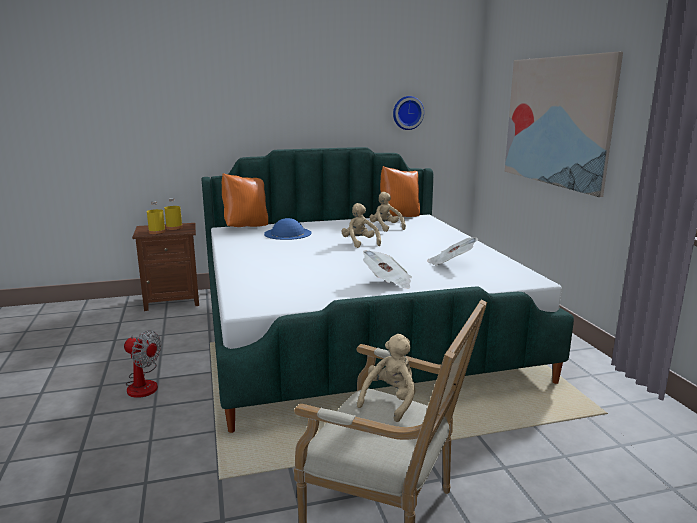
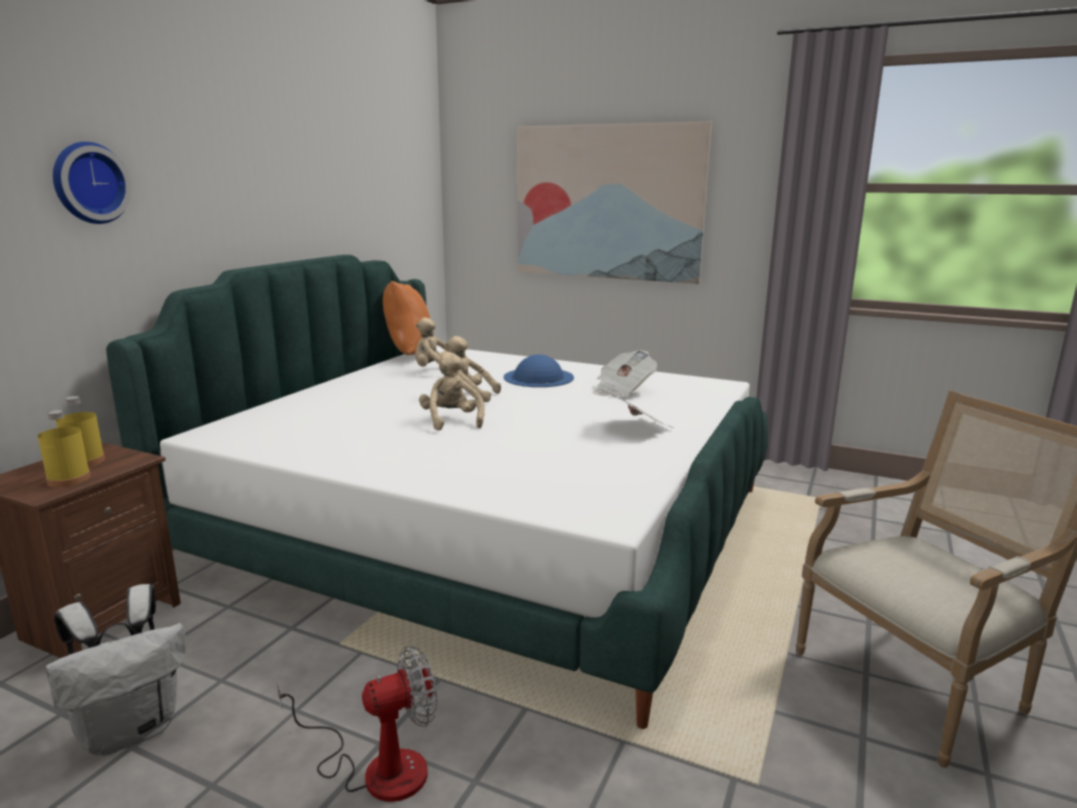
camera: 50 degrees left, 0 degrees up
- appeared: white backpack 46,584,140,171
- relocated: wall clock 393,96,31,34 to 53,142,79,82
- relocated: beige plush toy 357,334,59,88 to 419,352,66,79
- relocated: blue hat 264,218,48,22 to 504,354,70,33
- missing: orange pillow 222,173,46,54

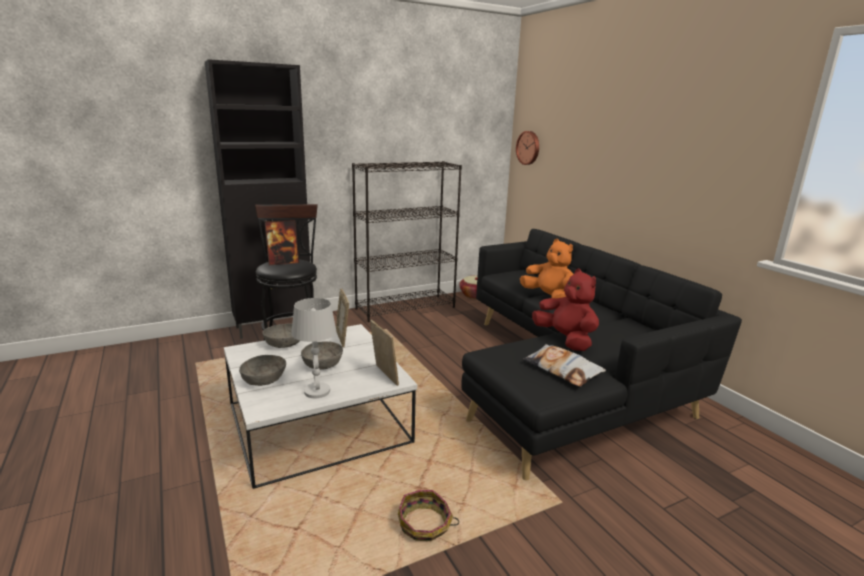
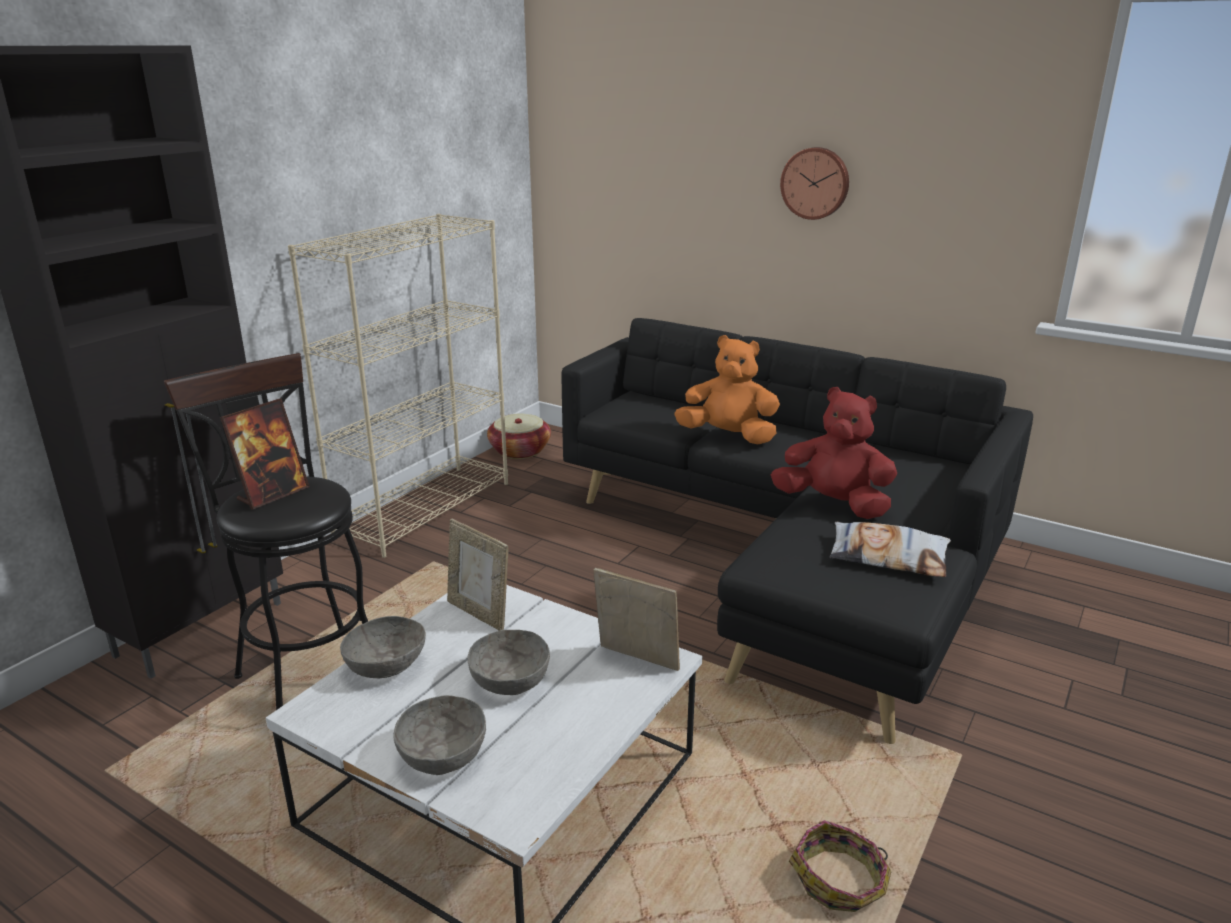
camera: 30 degrees left, 5 degrees up
- colour: black bookcase 352,161,110,161 to beige bookcase 288,214,220,344
- relocated: wall clock 516,131,23,34 to 780,147,69,73
- missing: white table lamp 291,298,46,100

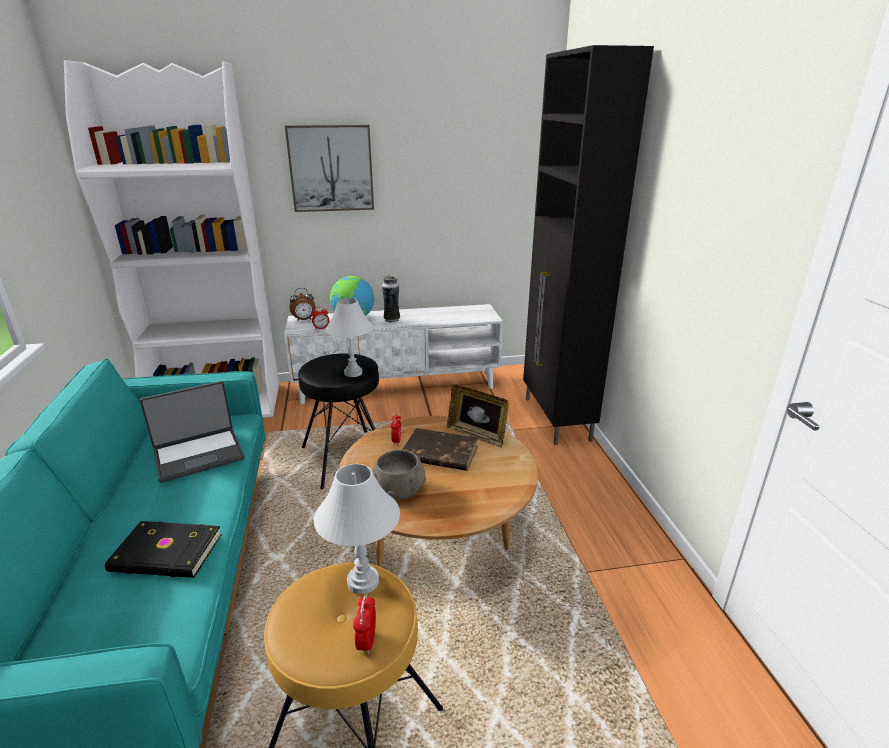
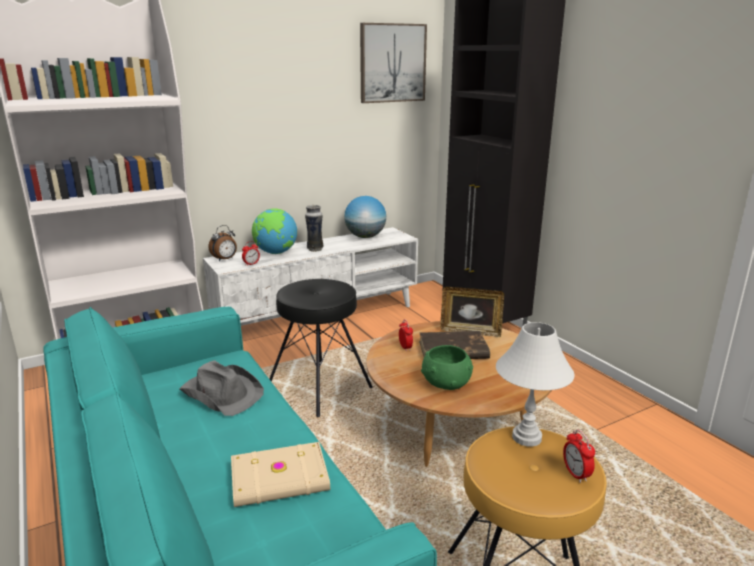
camera: 20 degrees left, 5 degrees down
- exchanged: laptop 140,381,105,102 to grey hat 180,360,84,56
- colour: black book 105,521,117,57 to beige book 231,442,99,65
- appeared: globe 344,196,42,42
- relocated: picture 285,125,89,87 to 360,23,67,80
- colour: grey bowl 373,450,53,49 to green bowl 421,345,52,45
- missing: white table lamp 326,298,47,79

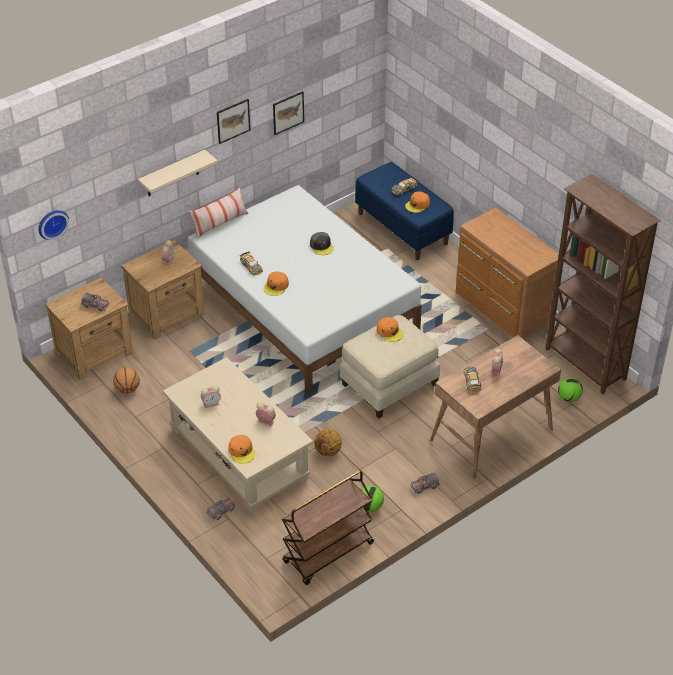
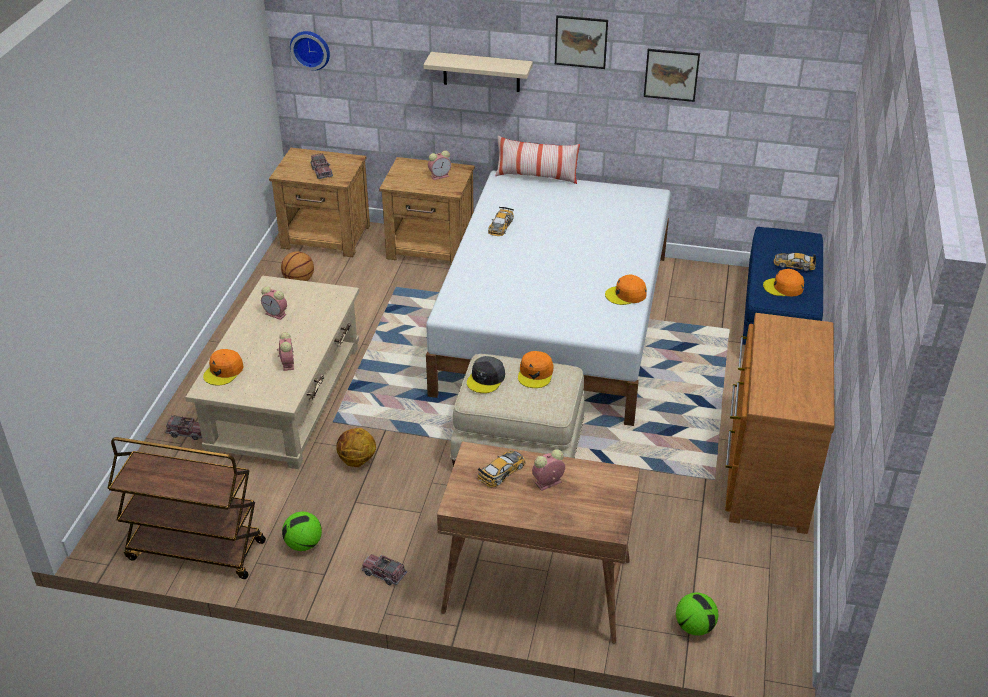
camera: 50 degrees right, 5 degrees down
- relocated: grey cap 310,232,24,23 to 467,356,38,37
- relocated: orange cap 264,272,25,24 to 605,274,42,31
- missing: brown bookcase 546,174,115,221

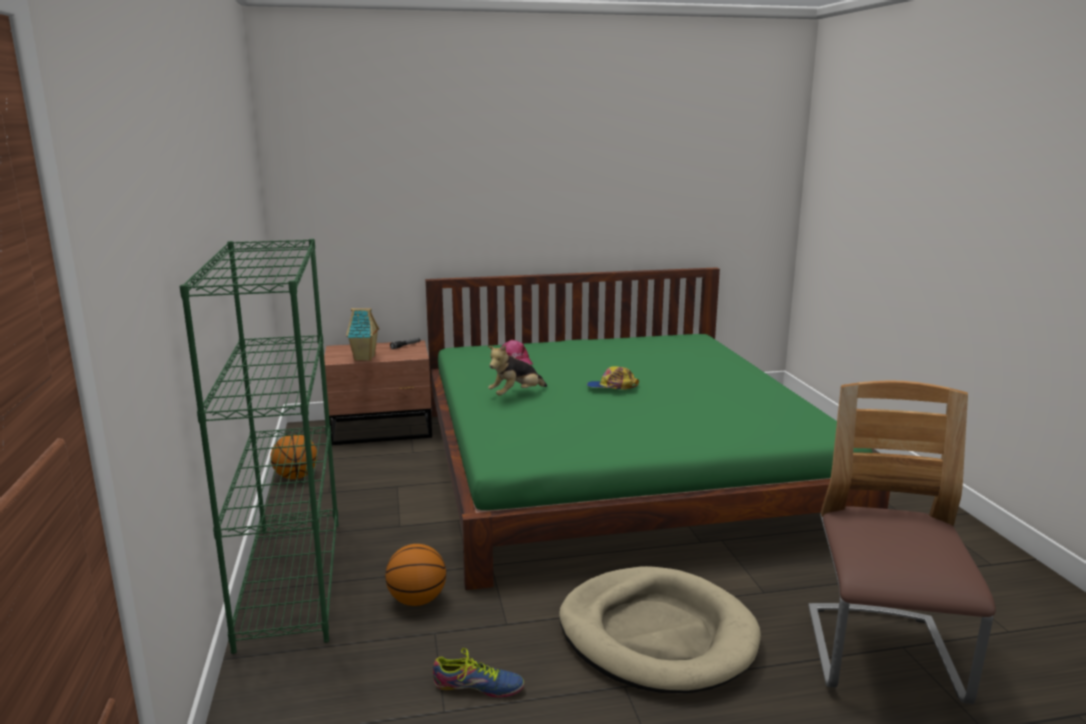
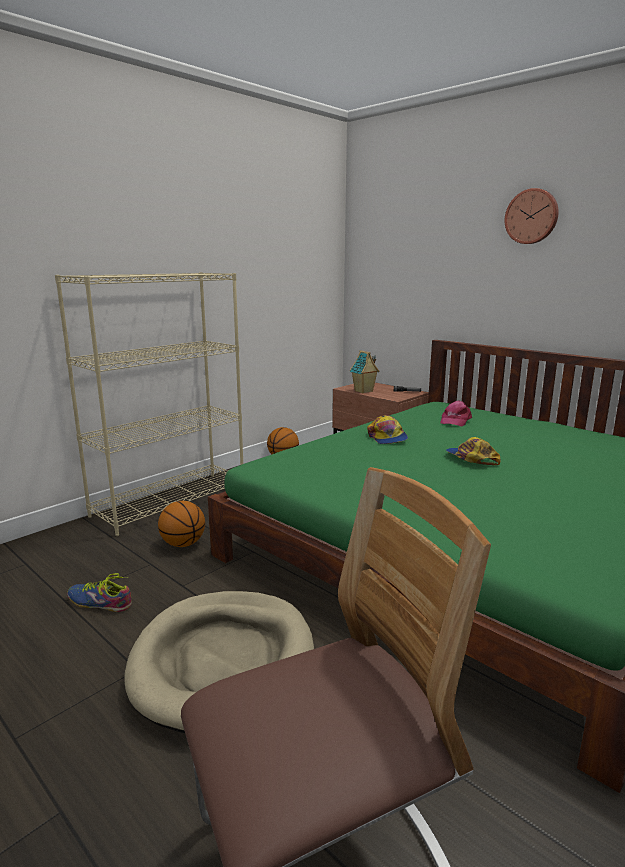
camera: 55 degrees right, 0 degrees up
- colour: green bookcase 180,239,159,415 to beige bookcase 55,272,188,264
- spun: shoe 433,648,91,49 = 67,573,65,39 135 degrees clockwise
- exchanged: plush toy 488,345,59,51 to cap 367,415,41,29
- appeared: wall clock 505,188,54,56

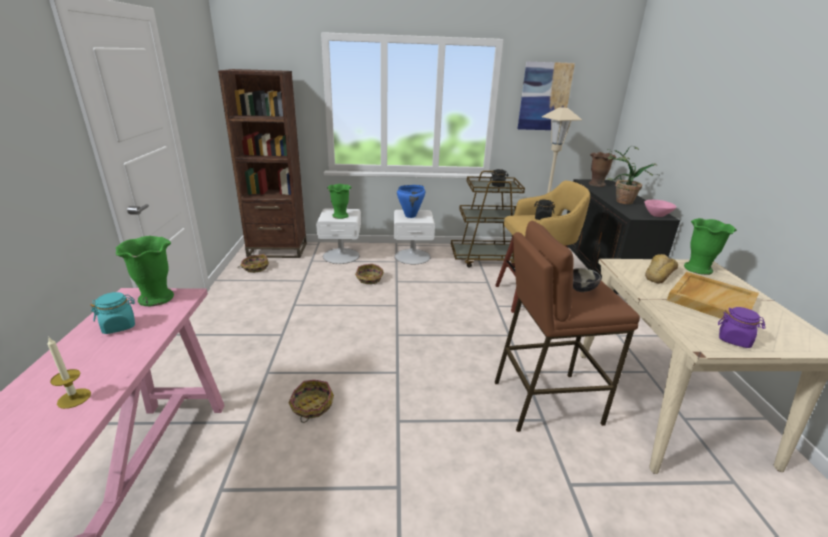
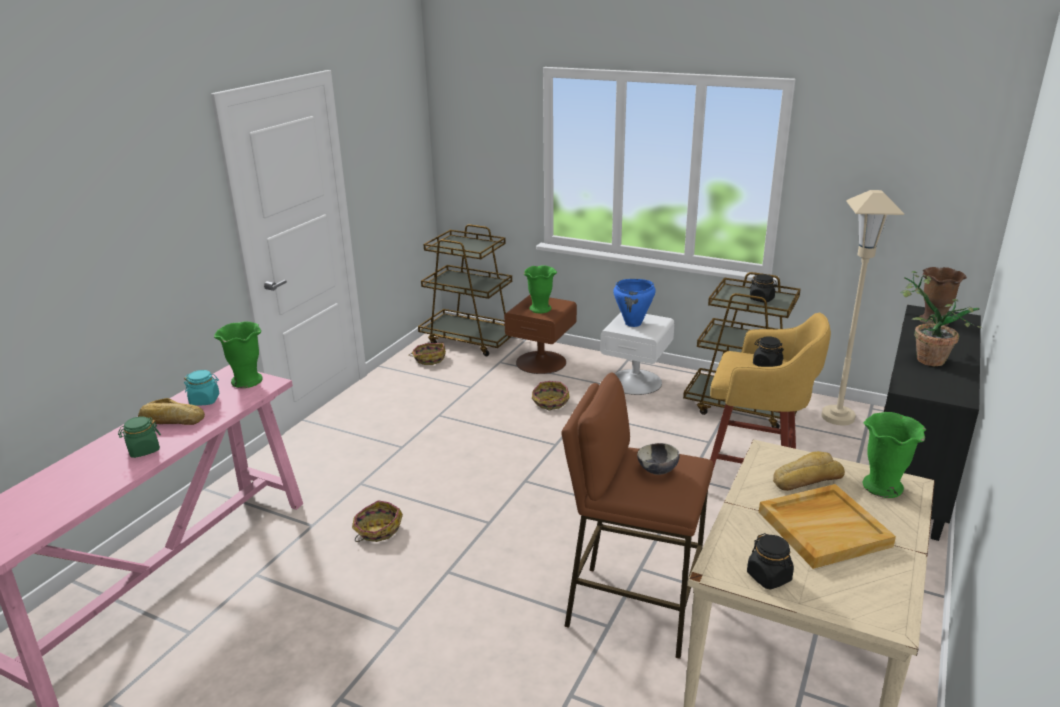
camera: 30 degrees right, 0 degrees up
- exchanged: candle 47,336,44,73 to green jar 118,416,43,42
- appeared: bread 138,398,67,27
- exchanged: brown bookcase 218,69,89,189 to brown cart 418,224,94,132
- colour: white nightstand 316,209,45,55 to brown nightstand 504,295,73,79
- colour: purple jar 718,307,48,41 to black jar 747,533,47,57
- missing: picture 518,61,57,69
- missing: pink bowl 644,200,32,17

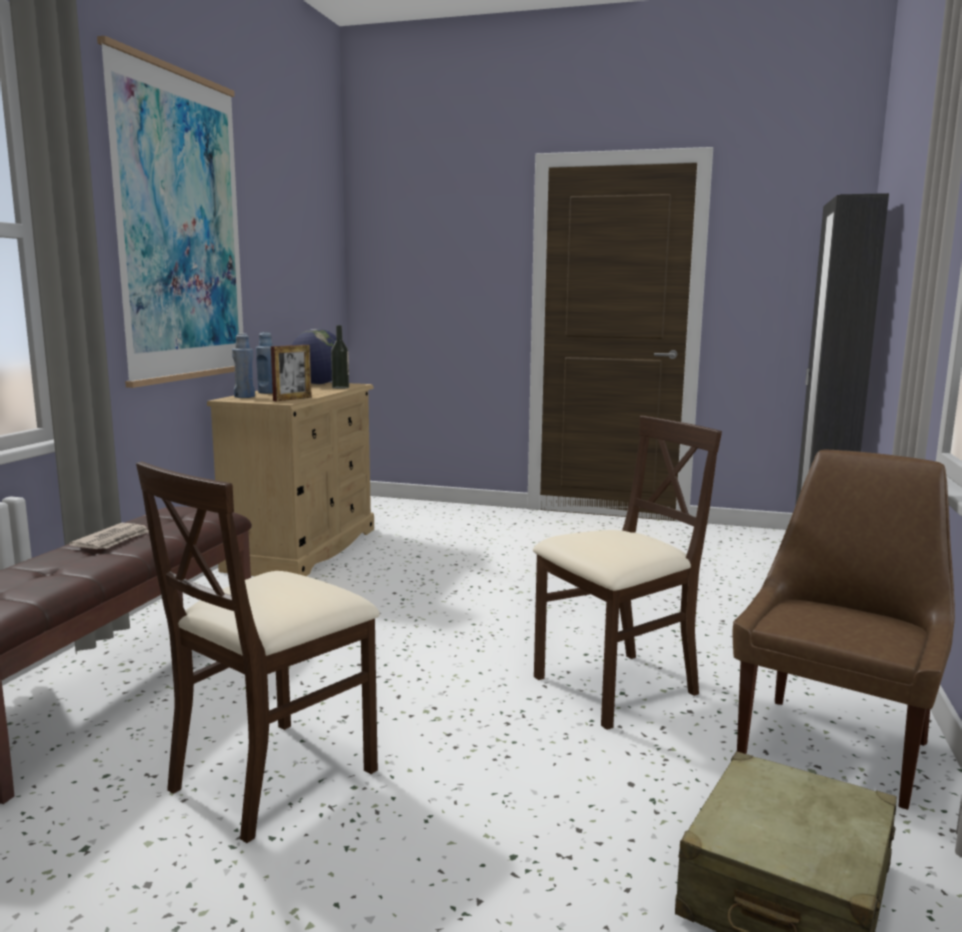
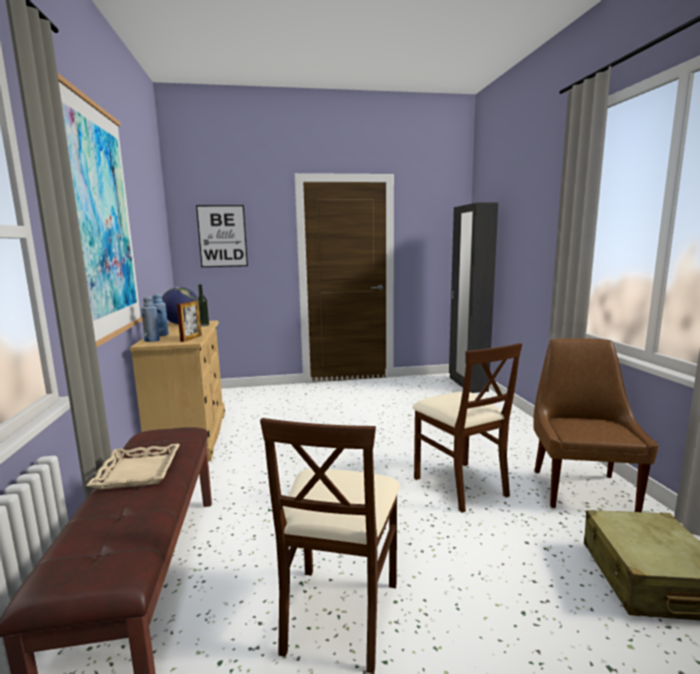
camera: 25 degrees left, 0 degrees up
- exchanged: newspaper 69,523,80,26 to beige tray 86,444,94,46
- appeared: picture 196,205,52,62
- spun: beige chair 533,416,189,314 = 412,343,110,170 120 degrees clockwise

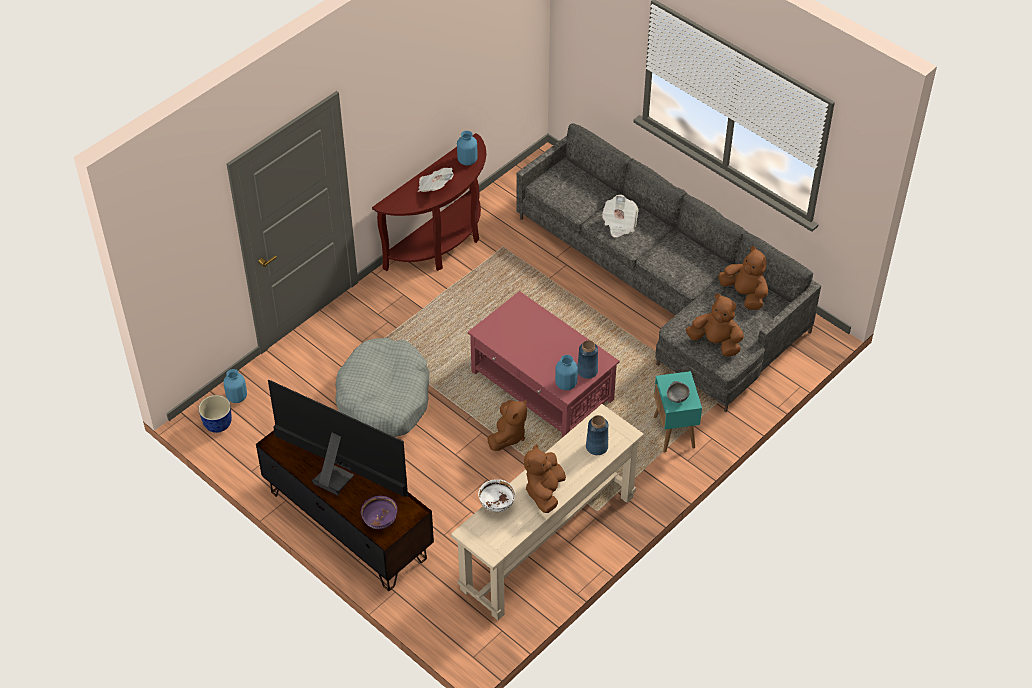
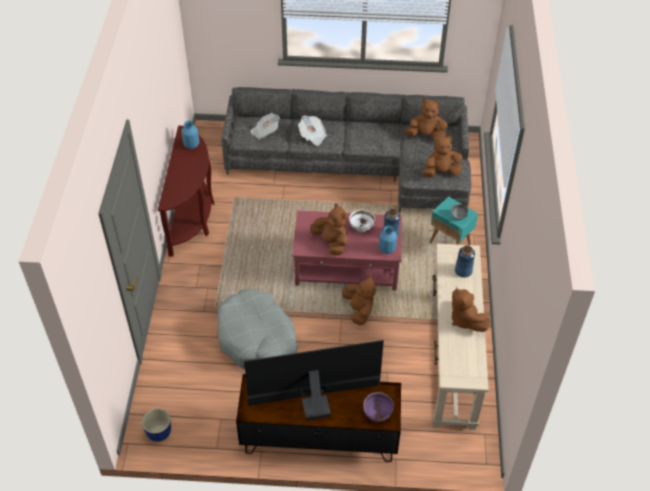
camera: 40 degrees left, 0 degrees up
- relocated: newspaper 418,168,36,24 to 250,113,30,27
- appeared: brown plush toy 310,203,38,52
- relocated: white bowl 478,479,37,33 to 349,209,26,23
- missing: blue vase 224,369,23,34

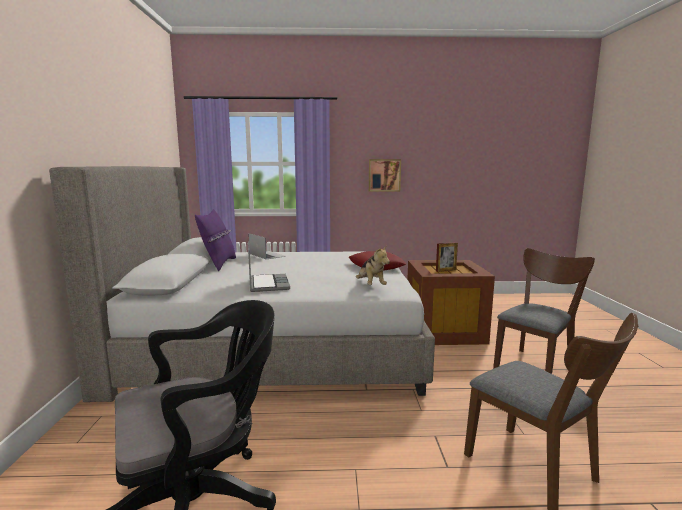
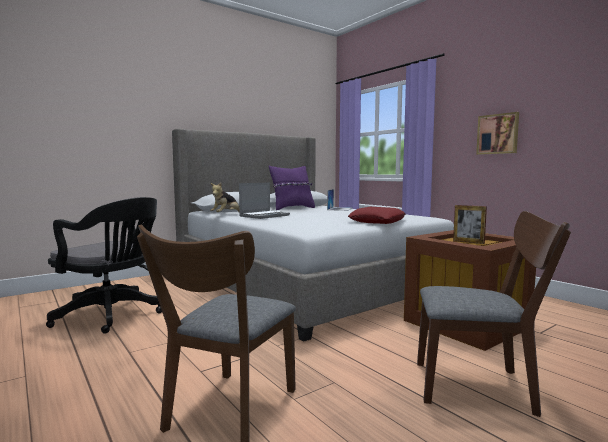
camera: 55 degrees right, 5 degrees down
- relocated: plush toy 356,246,34,39 to 210,182,29,30

